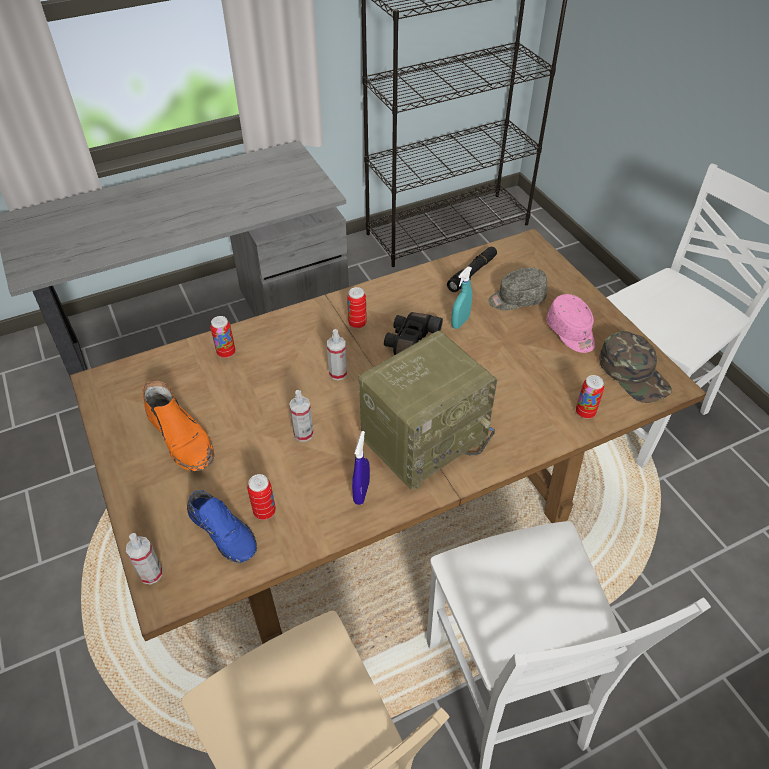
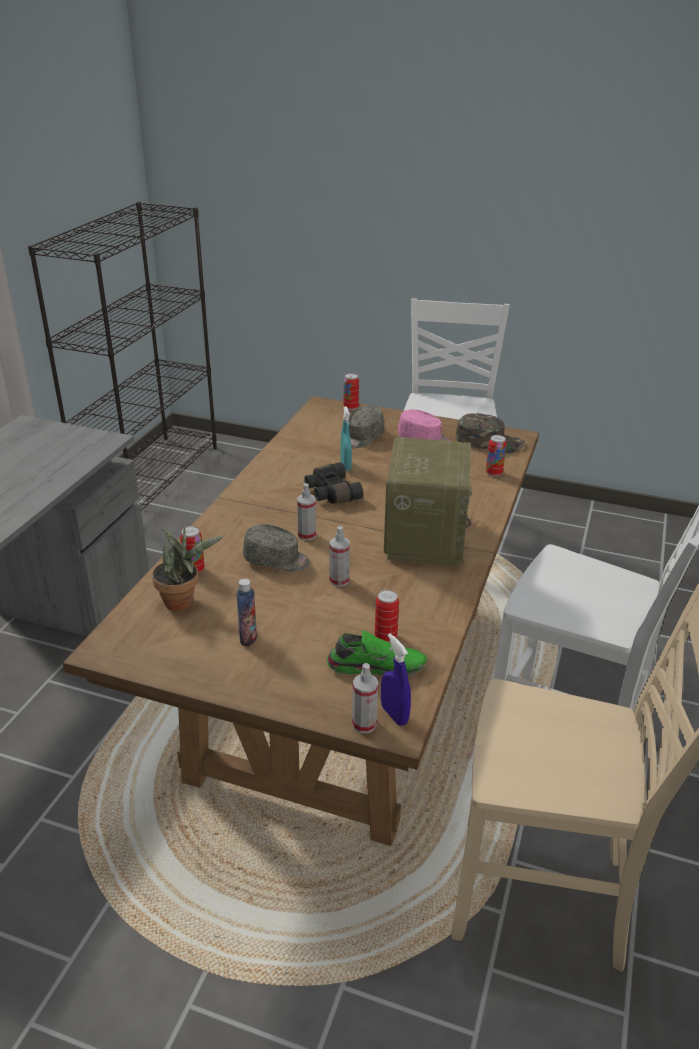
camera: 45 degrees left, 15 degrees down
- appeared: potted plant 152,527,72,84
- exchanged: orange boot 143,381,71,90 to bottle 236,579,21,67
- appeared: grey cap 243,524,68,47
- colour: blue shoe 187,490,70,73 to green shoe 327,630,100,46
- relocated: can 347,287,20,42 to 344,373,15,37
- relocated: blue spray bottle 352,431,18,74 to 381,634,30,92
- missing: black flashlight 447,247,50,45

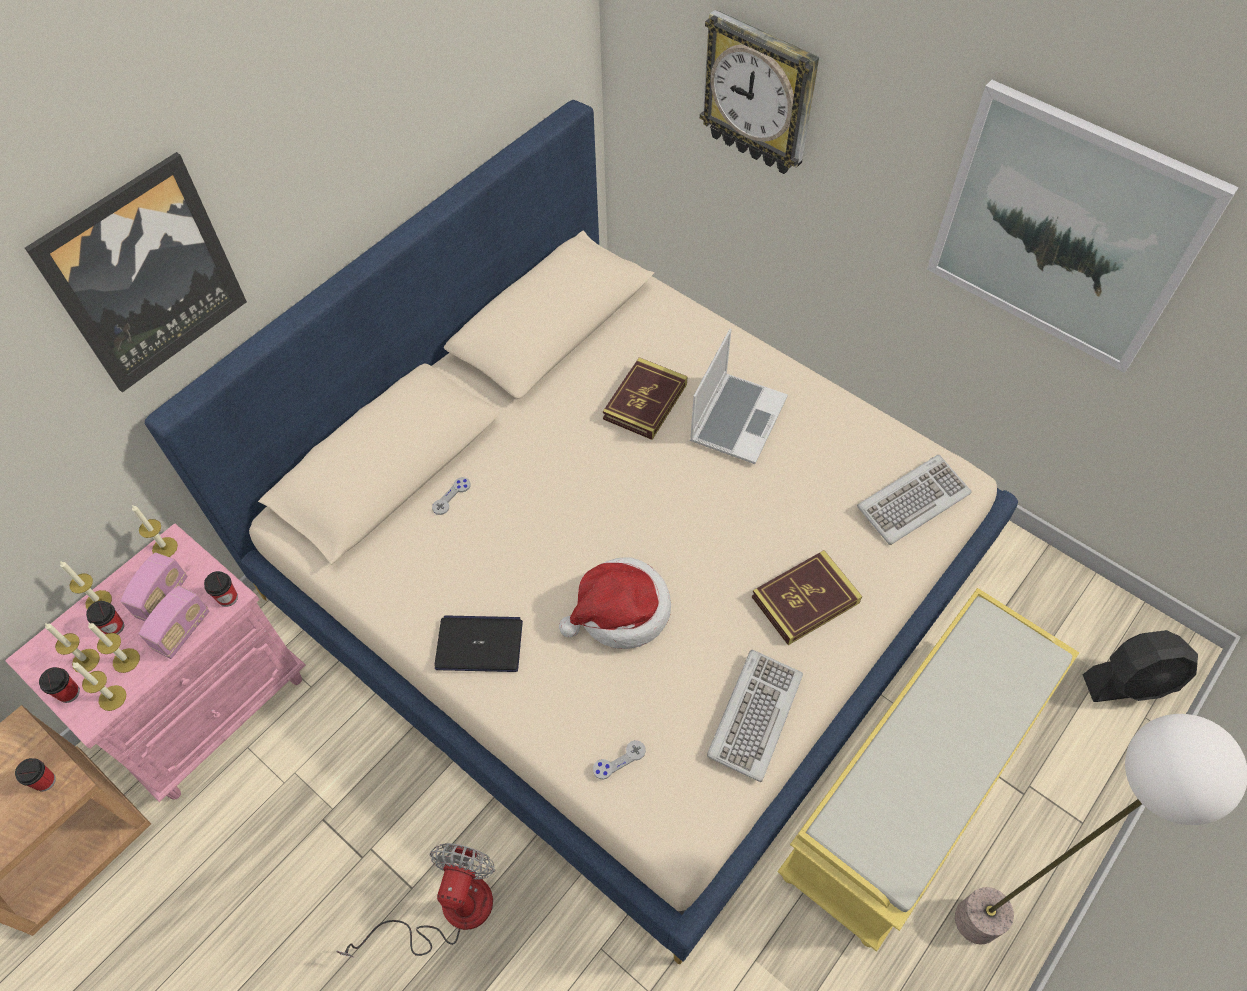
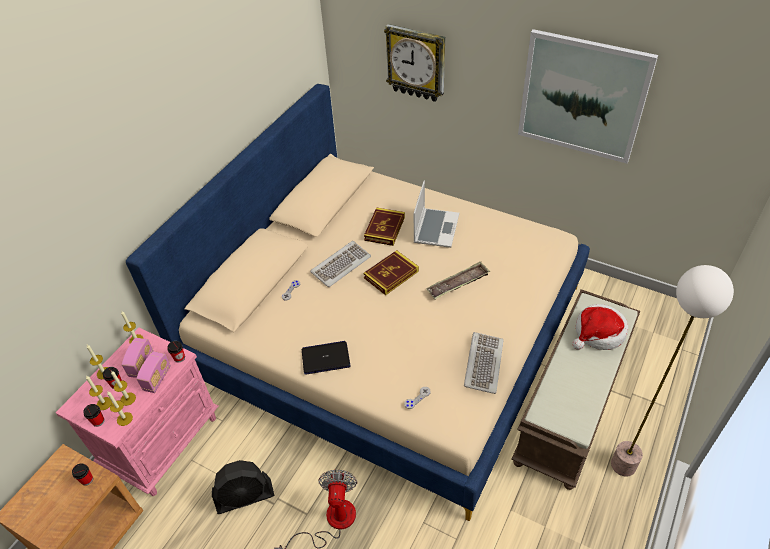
camera: 10 degrees left, 10 degrees down
- relocated: black fan 1083,630,115,72 to 212,460,62,54
- relocated: keyboard 857,455,115,90 to 310,241,61,46
- relocated: book 752,550,110,95 to 363,250,56,45
- appeared: tray 426,261,64,38
- colour: yellow bench 777,588,302,364 to brown bench 511,289,129,201
- relocated: hat 559,557,112,92 to 572,304,56,46
- missing: picture 25,152,222,241

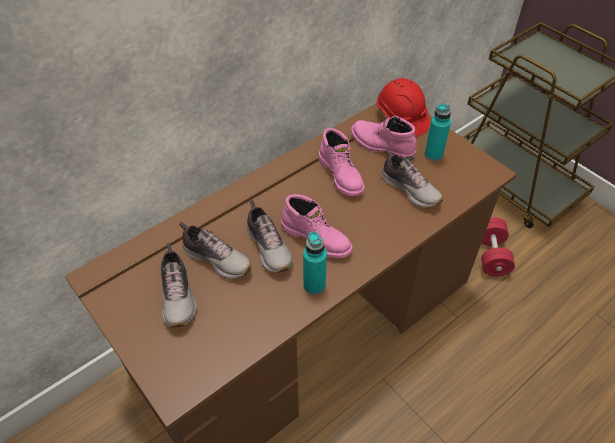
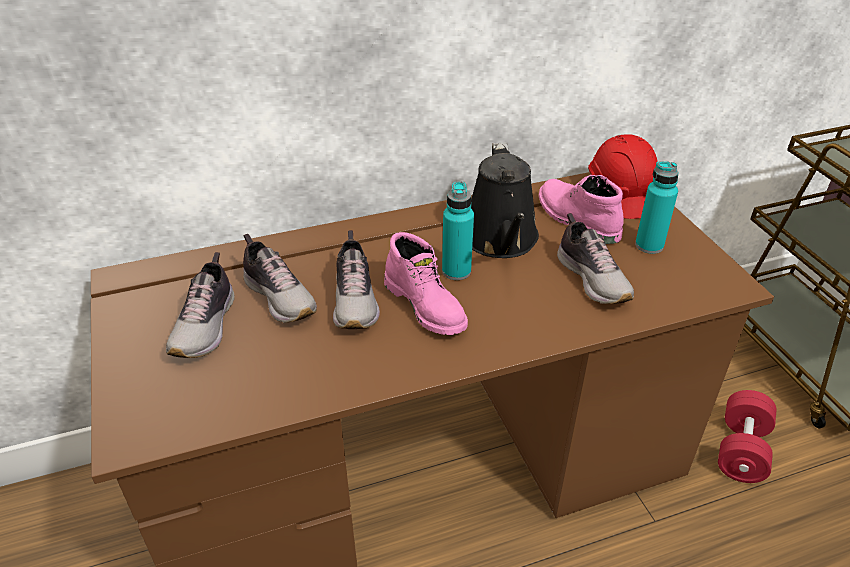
camera: 20 degrees right, 10 degrees down
- relocated: turquoise bottle 303,231,24,64 to 442,181,32,99
- exchanged: pink boot 318,128,46,68 to black watering can 471,142,68,116

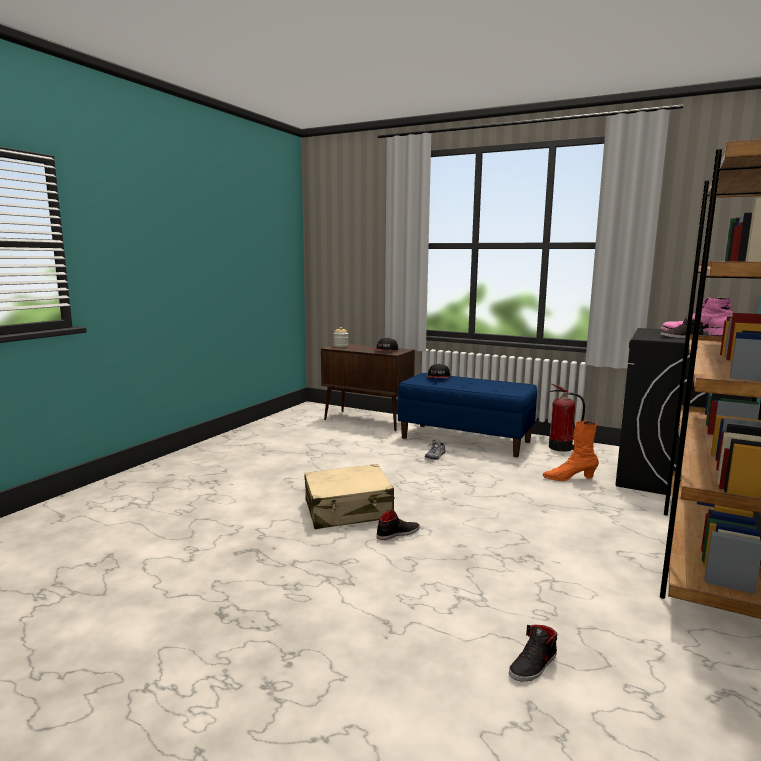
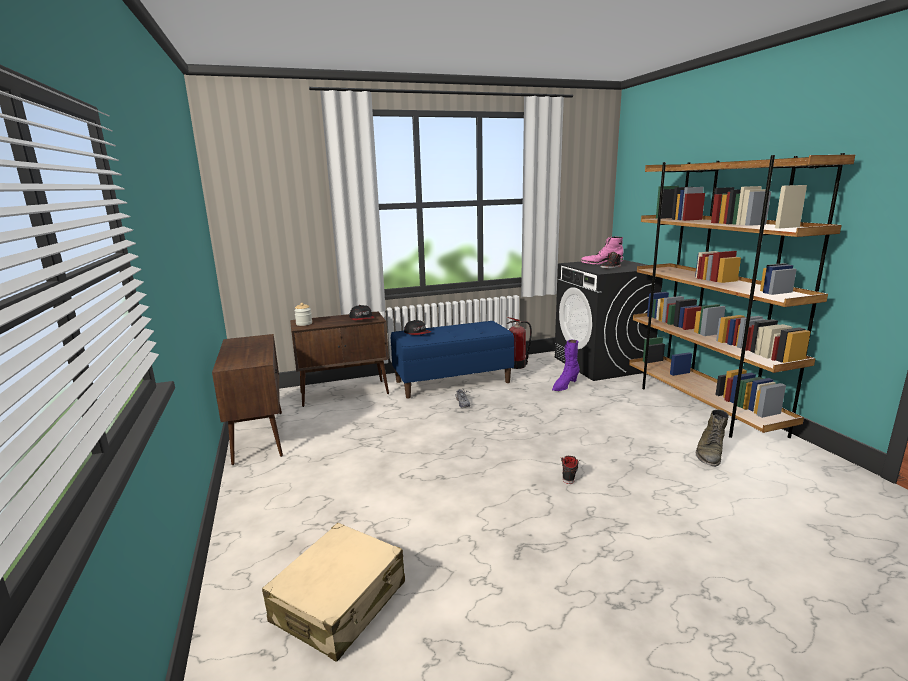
camera: 45 degrees left, 5 degrees up
- appeared: brown cabinet 212,334,71,131
- relocated: beige suitcase 304,464,91,65 to 262,523,143,138
- colour: orange boot 542,421,57,60 to purple boot 552,340,28,51
- appeared: green boot 696,410,33,57
- missing: black shoe 509,625,48,57

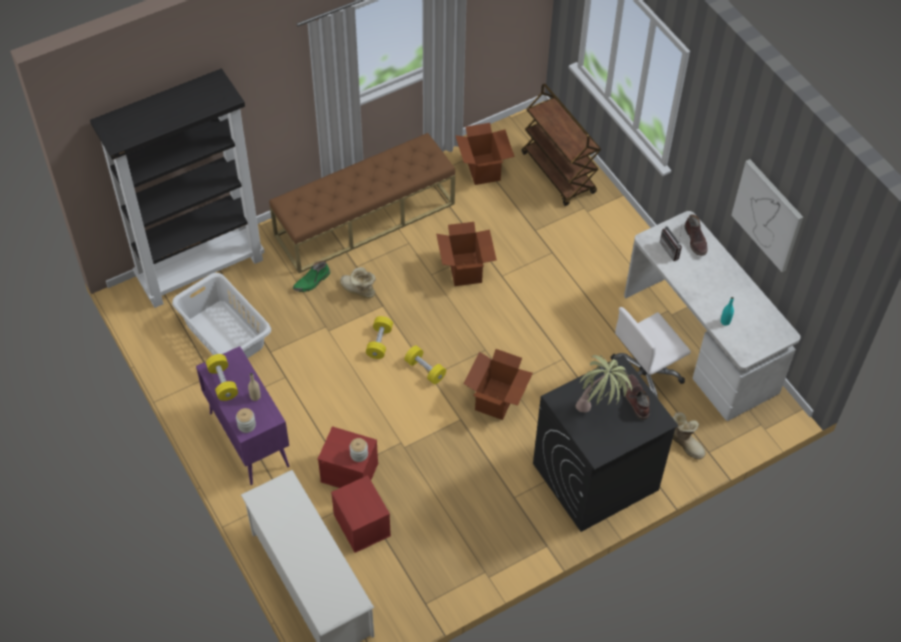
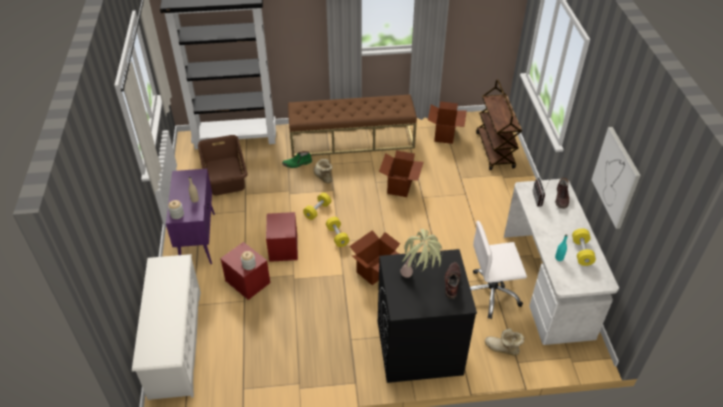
camera: 25 degrees right, 10 degrees down
- colour: white laundry basket 172,273,99,85 to brown laundry basket 198,135,50,60
- relocated: red storage box 331,475,60,78 to 266,212,32,50
- spun: boot 672,412,34,47 = 485,329,39,26 135 degrees clockwise
- relocated: yellow dumbbell 206,354,32,47 to 572,228,24,38

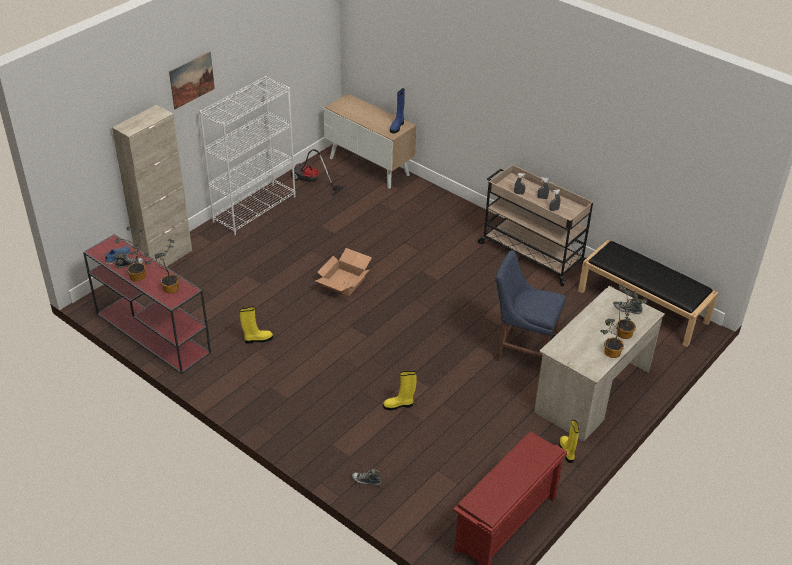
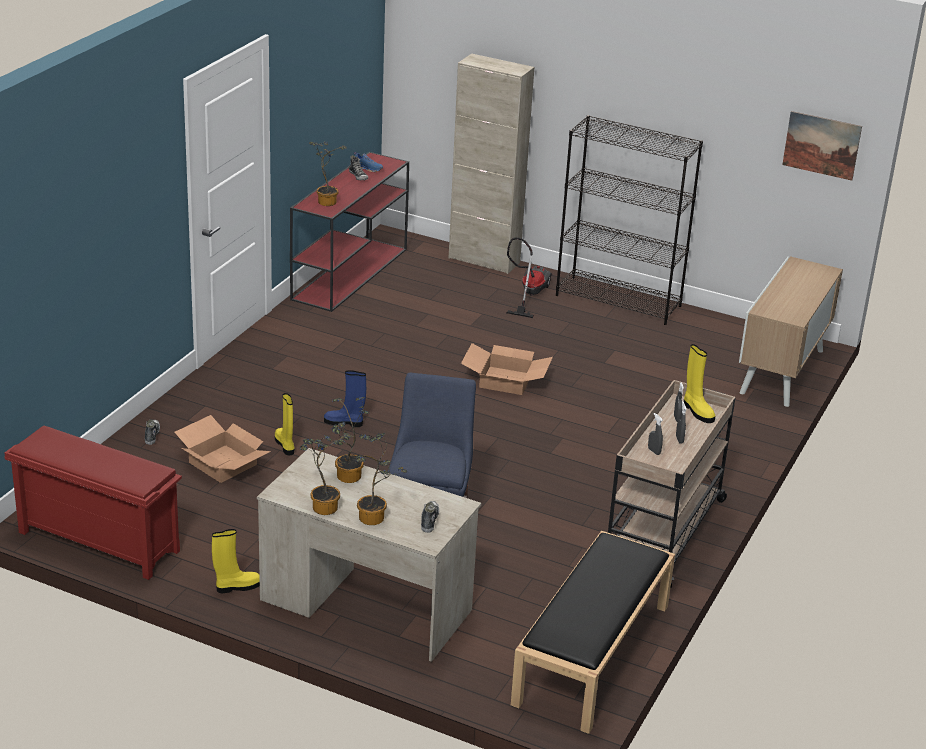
camera: 75 degrees right, 10 degrees down
- appeared: cardboard box 174,415,97,68
- relocated: blue boot 390,88,15,46 to 324,370,42,57
- relocated: potted plant 114,226,35,56 to 331,397,38,86
- relocated: vacuum cleaner 290,149,54,47 to 507,237,45,81
- colour: white bookcase 199,76,97,159 to black bookcase 556,115,147,210
- relocated: yellow boot 240,307,33,37 to 684,344,32,79
- relocated: picture 169,51,46,58 to 782,111,80,70

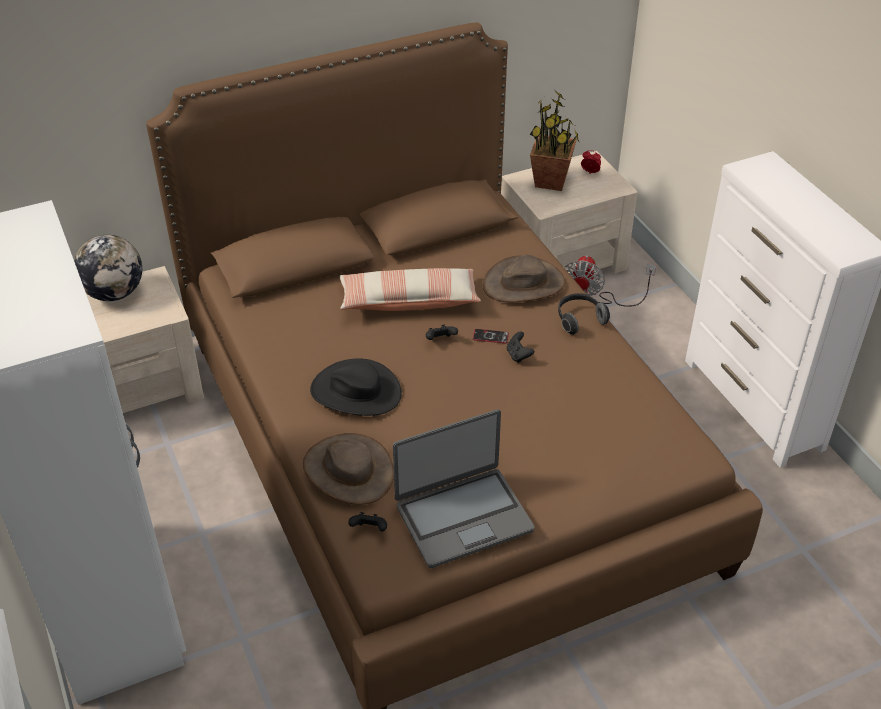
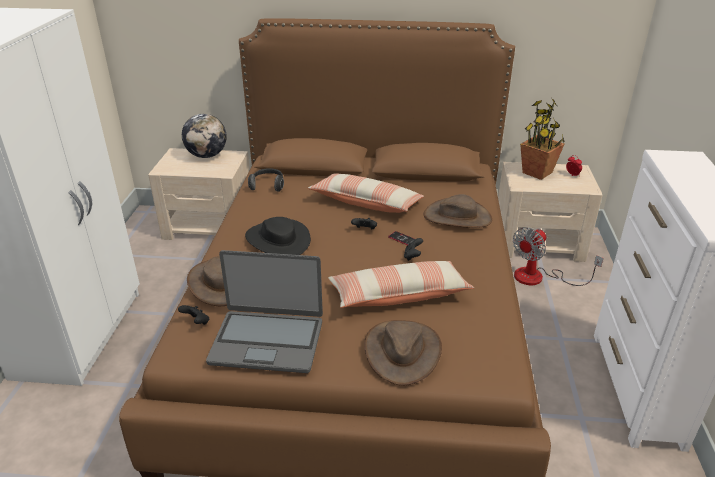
camera: 30 degrees right, 10 degrees down
- relocated: headphones 558,293,52,42 to 248,168,36,24
- appeared: pillow 328,261,146,47
- appeared: brown hat 364,320,78,66

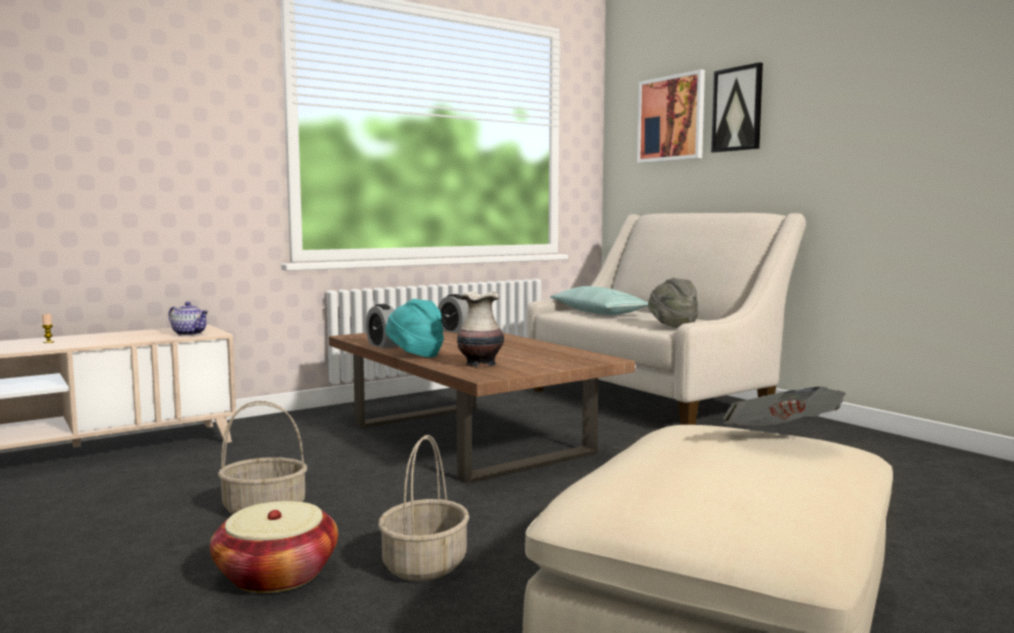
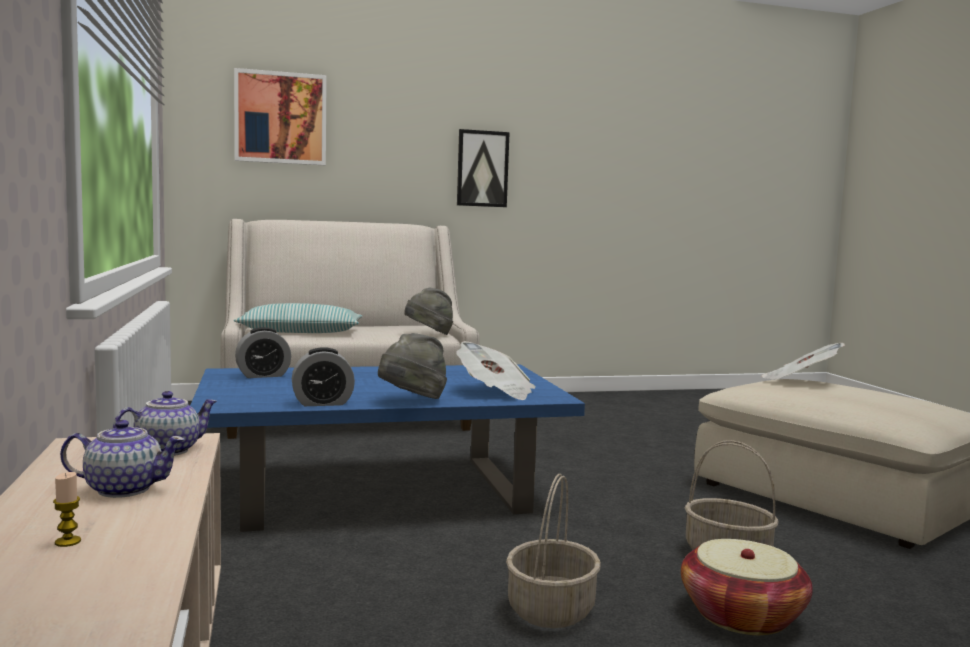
camera: 70 degrees left, 0 degrees up
- appeared: teapot 60,420,125,78
- colour: brown coffee table 329,331,306,153 to blue coffee table 190,365,395,167
- colour: turquoise hat 385,299,59,58 to grey hat 378,333,69,66
- exchanged: vase 457,291,47,76 to newspaper 456,341,80,59
- relocated: picture 711,62,52,91 to 457,129,53,78

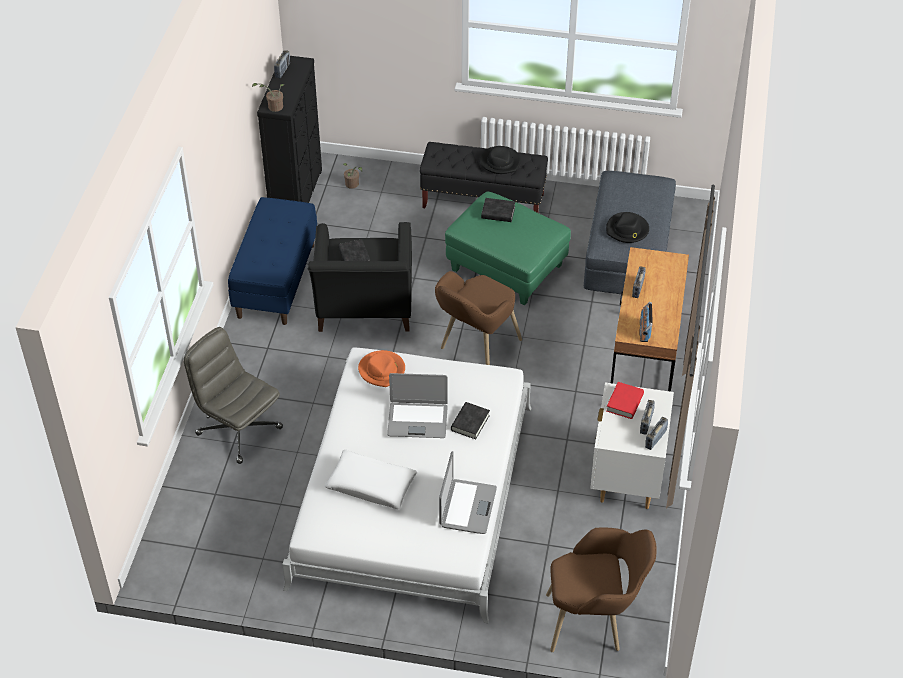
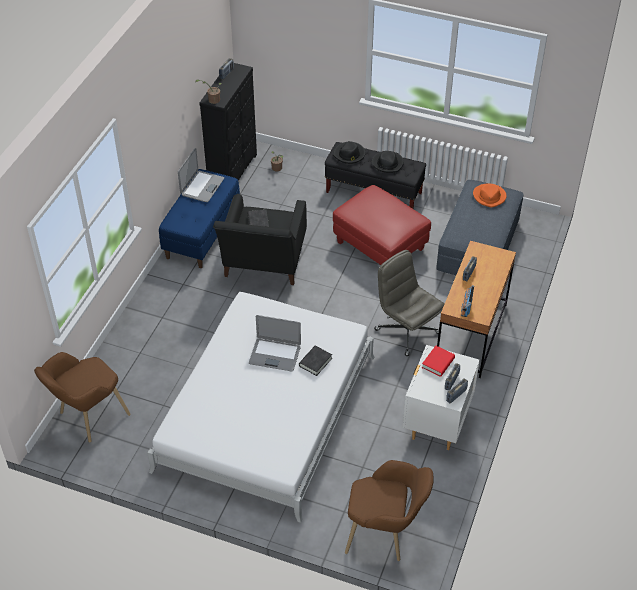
camera: 10 degrees right, 0 degrees up
- relocated: brown armchair 435,271,87,94 to 34,352,97,91
- relocated: laptop 439,451,58,83 to 178,148,46,54
- relocated: black hat 606,212,43,31 to 333,141,33,23
- colour: green ottoman 445,191,126,114 to red ottoman 333,185,98,80
- relocated: grey office chair 184,327,99,137 to 374,250,70,106
- relocated: orange hat 358,350,47,37 to 473,183,34,25
- missing: white pillow 325,450,92,59
- missing: black book 481,198,34,24

